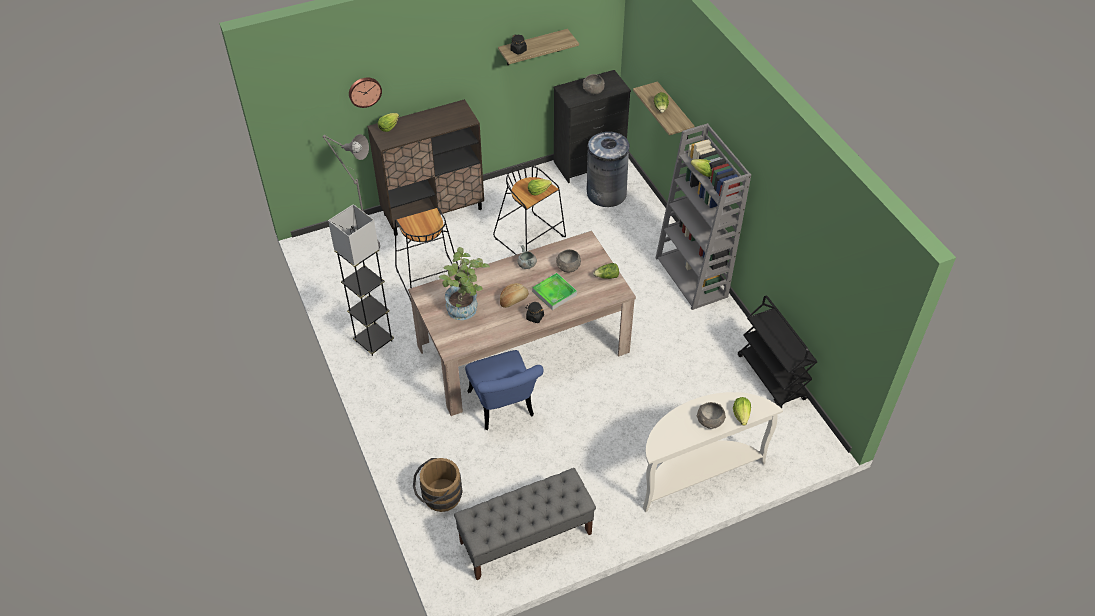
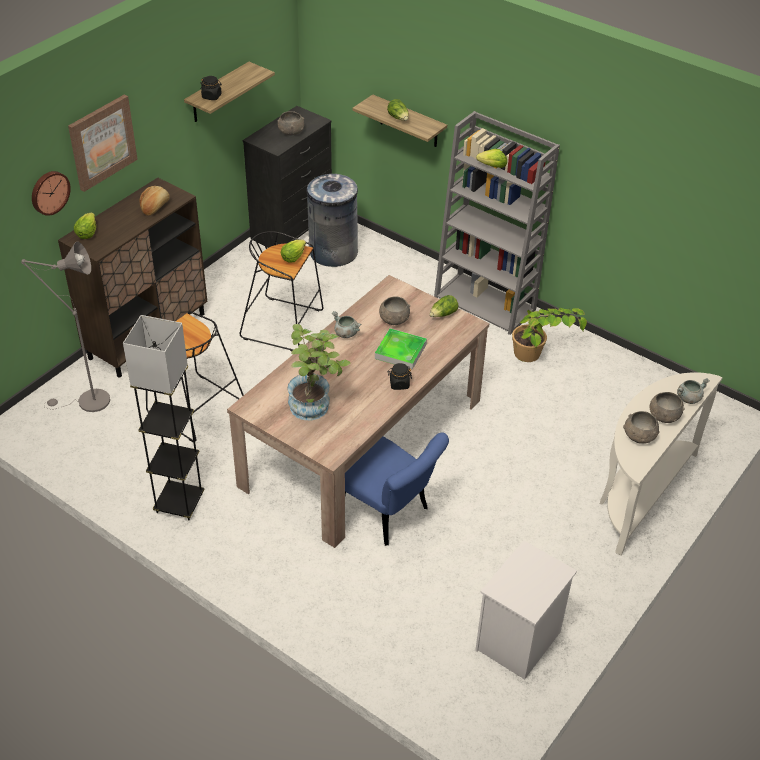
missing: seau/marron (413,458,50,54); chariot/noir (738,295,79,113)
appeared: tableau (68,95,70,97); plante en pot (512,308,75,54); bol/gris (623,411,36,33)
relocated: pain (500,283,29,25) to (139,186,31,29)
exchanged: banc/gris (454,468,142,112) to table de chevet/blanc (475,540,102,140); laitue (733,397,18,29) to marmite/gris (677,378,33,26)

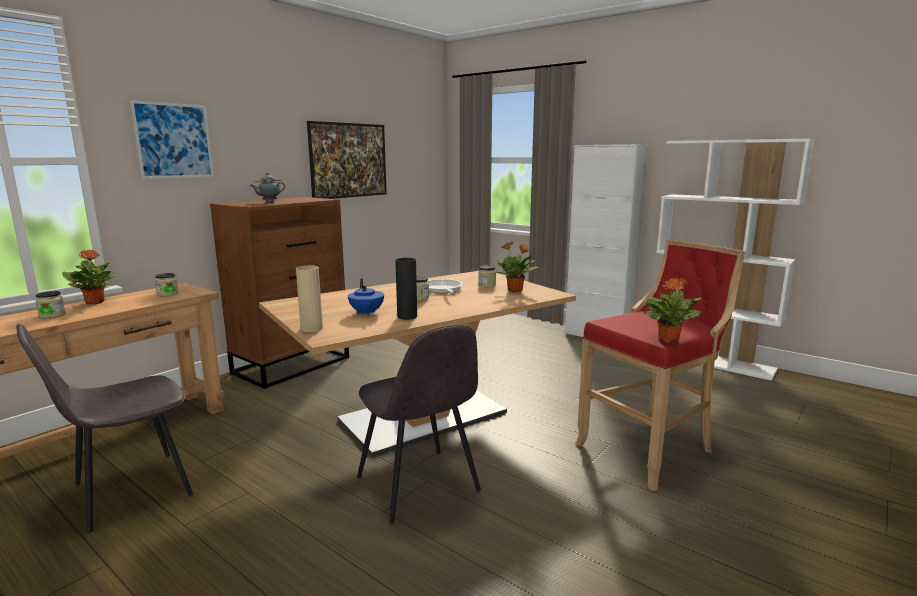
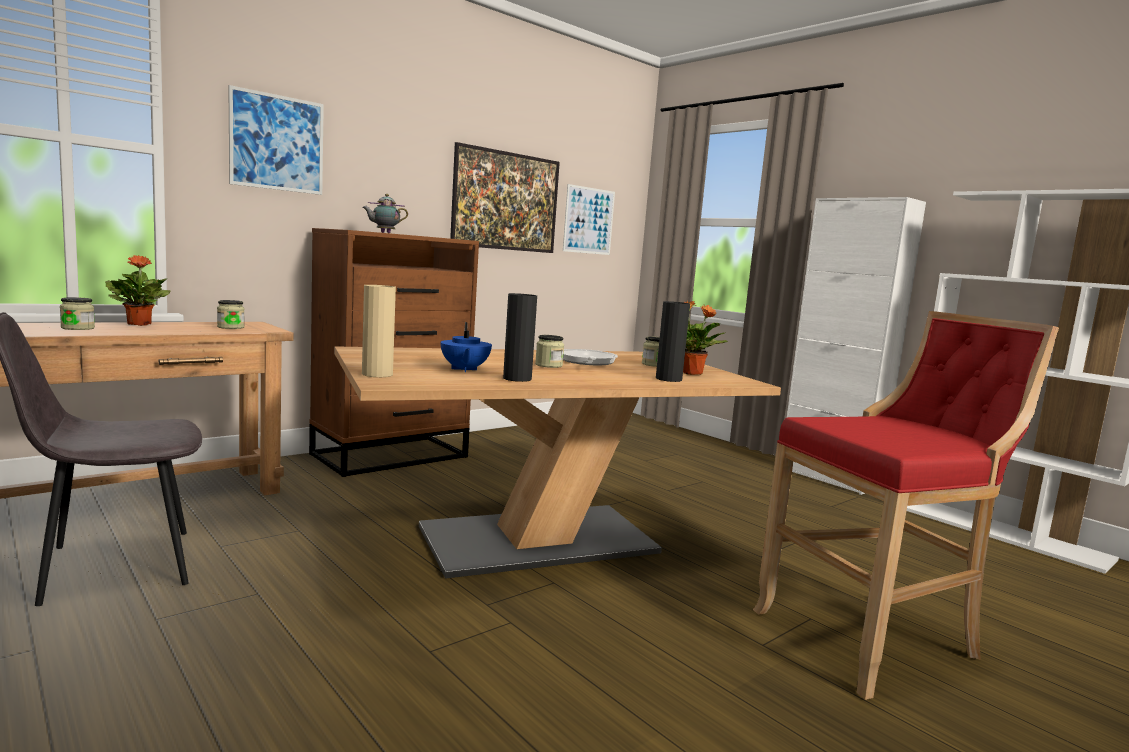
missing: chaise/gris (357,325,124,198); plante en pot (646,277,56,66)
appeared: tableau (563,184,52,71); vase/noir (656,301,34,81)

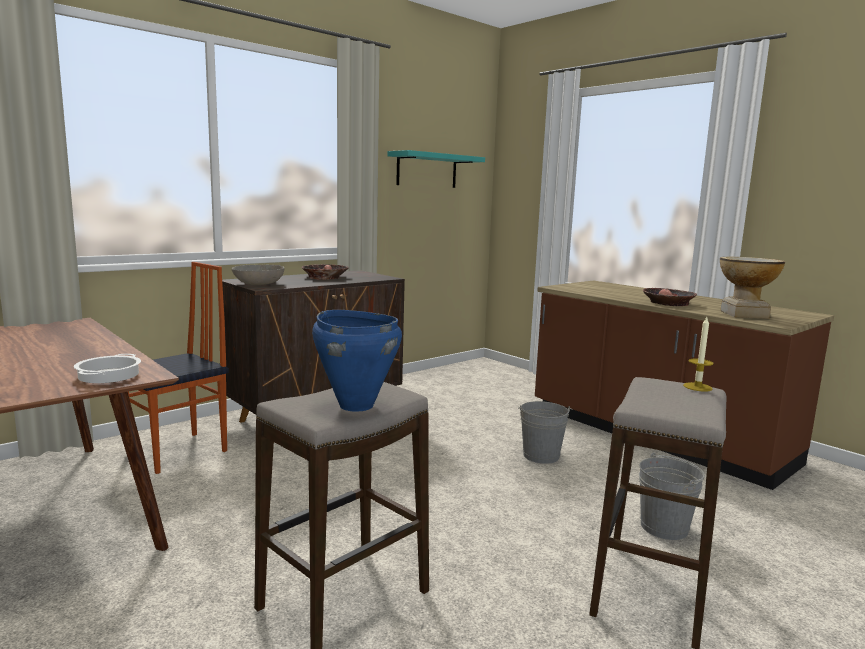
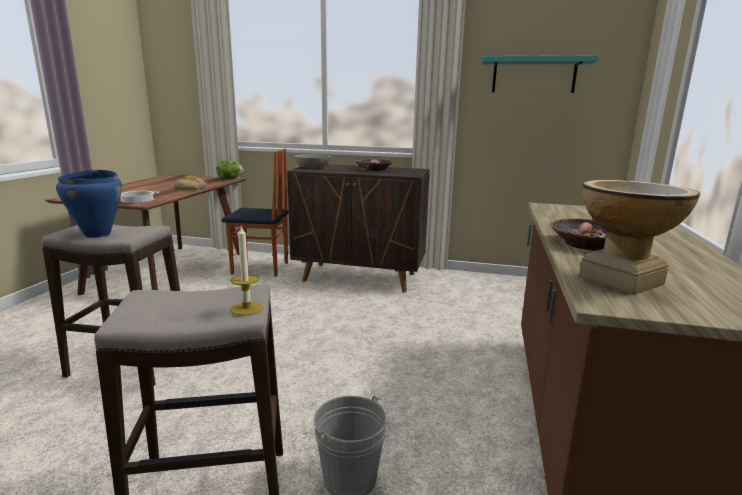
missing: seau/gris (518,401,55,63)
appeared: pain (174,176,34,14); laitue (216,160,27,20)

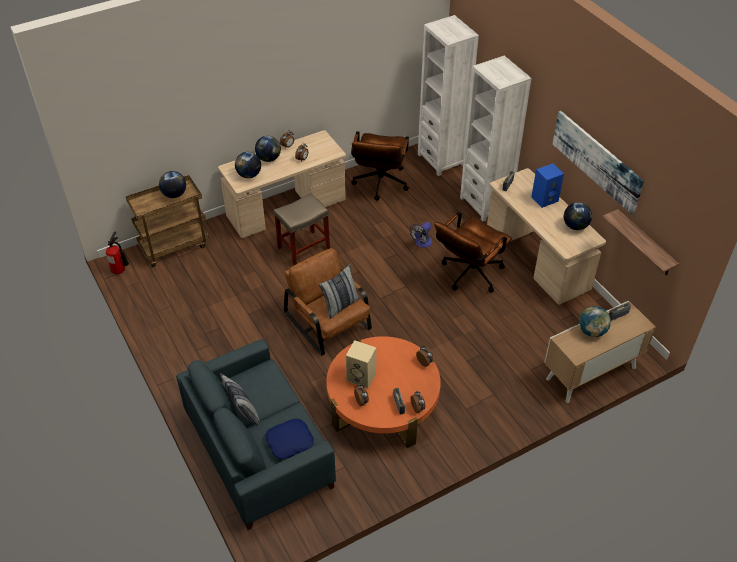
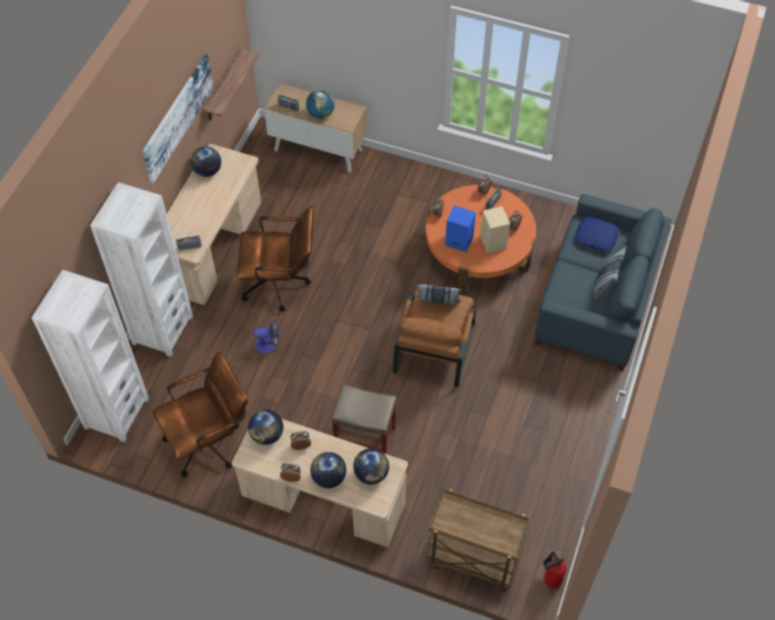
relocated: globe (159,171,27,27) to (248,409,35,36); enceinte/bleu (531,163,33,45) to (445,205,31,47)

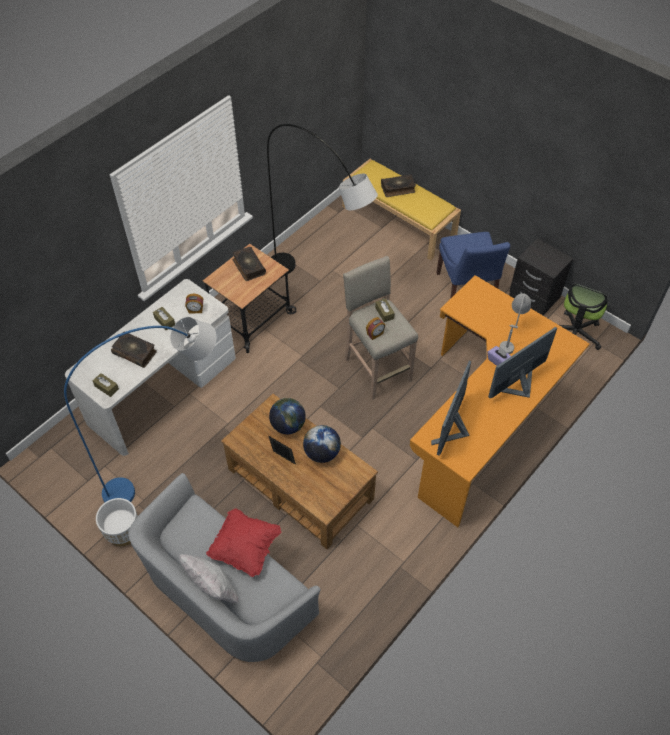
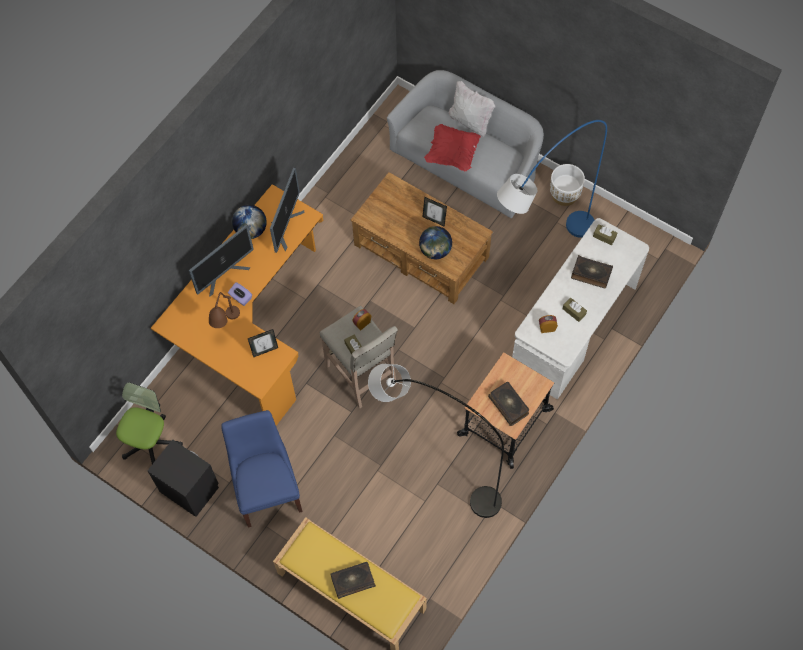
appeared: cadre photo (248,329,30,29)
relocated: globe (303,425,38,38) to (232,205,35,34)
colour: lampe de table/gris (500,293,31,61) to lampe de table/marron (209,292,31,36)

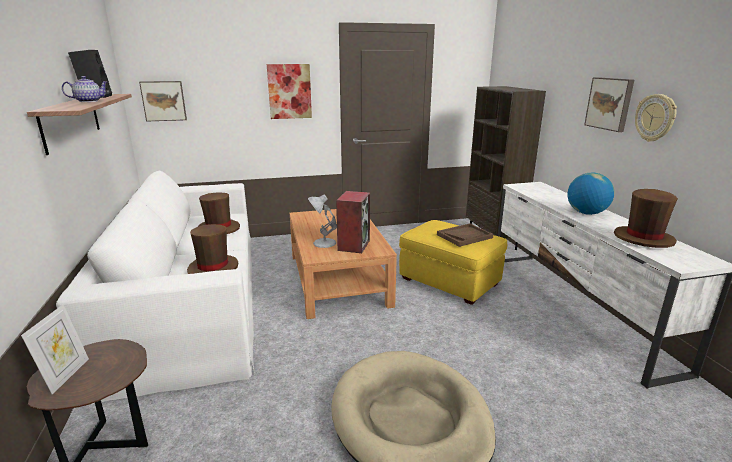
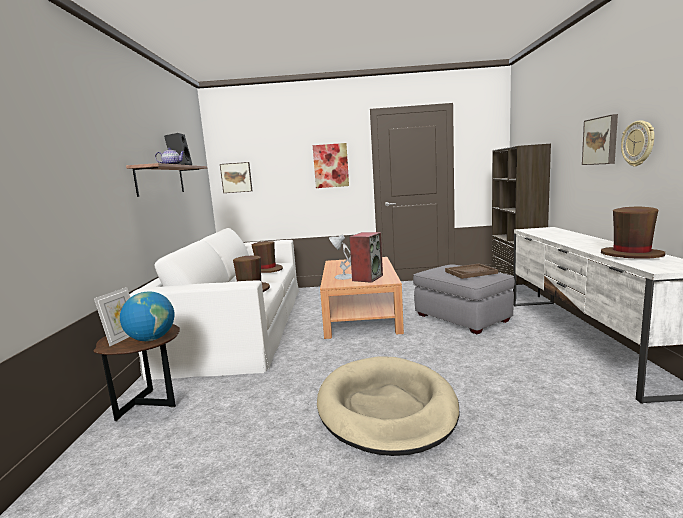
relocated: globe (567,173,47,42) to (120,291,54,50)
colour: pouf/jaune (399,220,108,85) to pouf/gris (413,265,102,69)

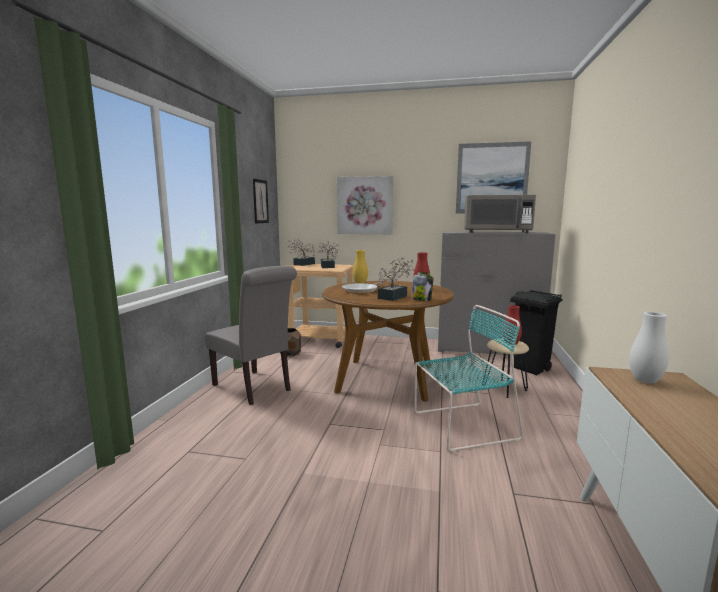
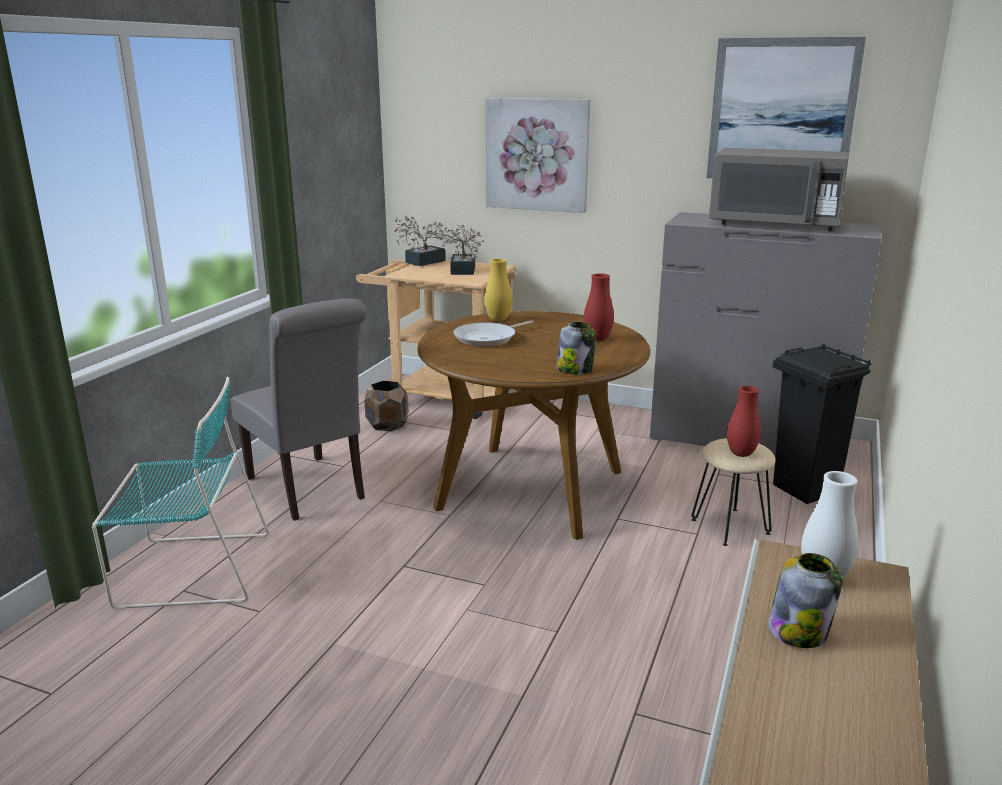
missing: tableau (253,179,16,45); plante en pot (377,257,37,44)
appeared: bocal (768,553,75,95)
relocated: chaise/turquoise (414,305,109,147) to (92,377,177,233)

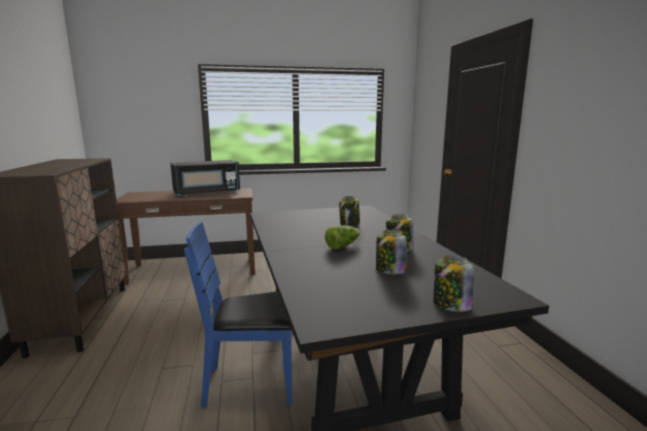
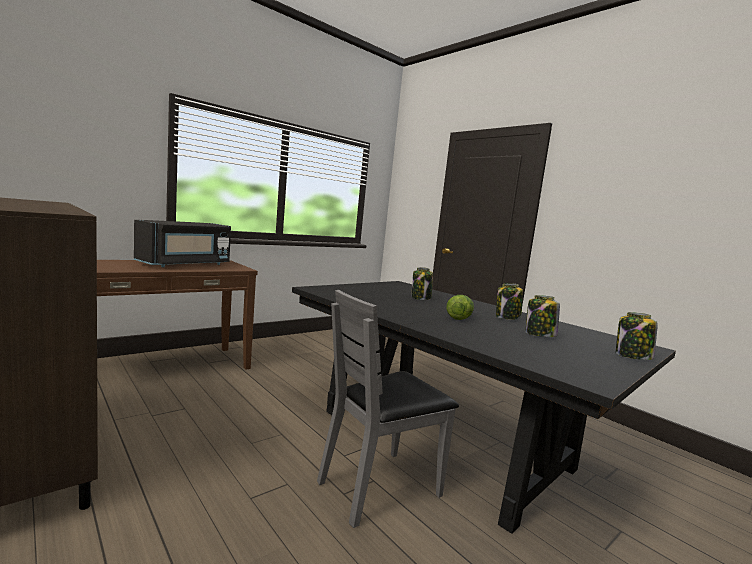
colour: chaise/bleu (184,222,108,185) to chaise/gris (317,290,142,238)

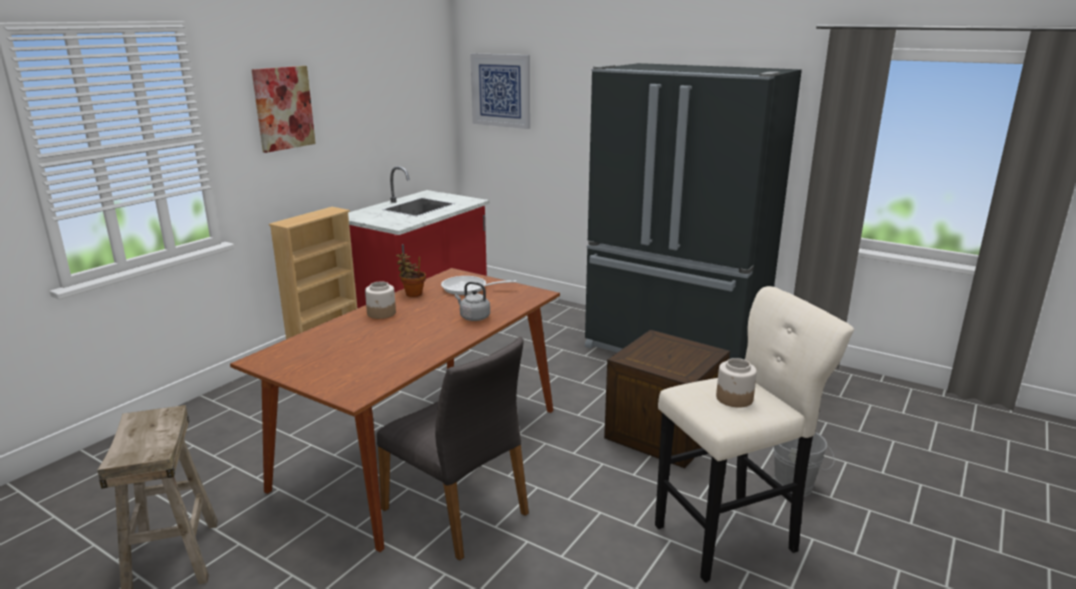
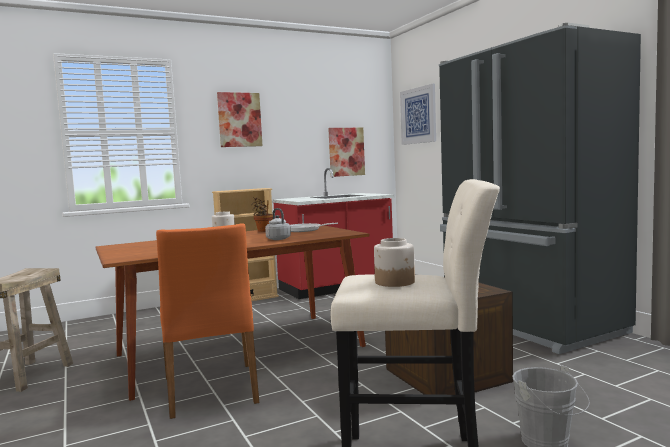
appeared: tableau (328,128,37,49)
colour: chaise/gris (377,337,152,224) to chaise/orange (156,223,103,196)

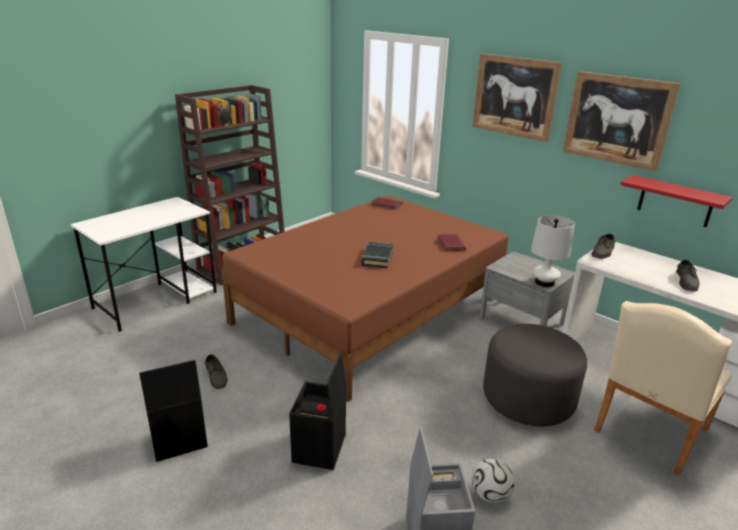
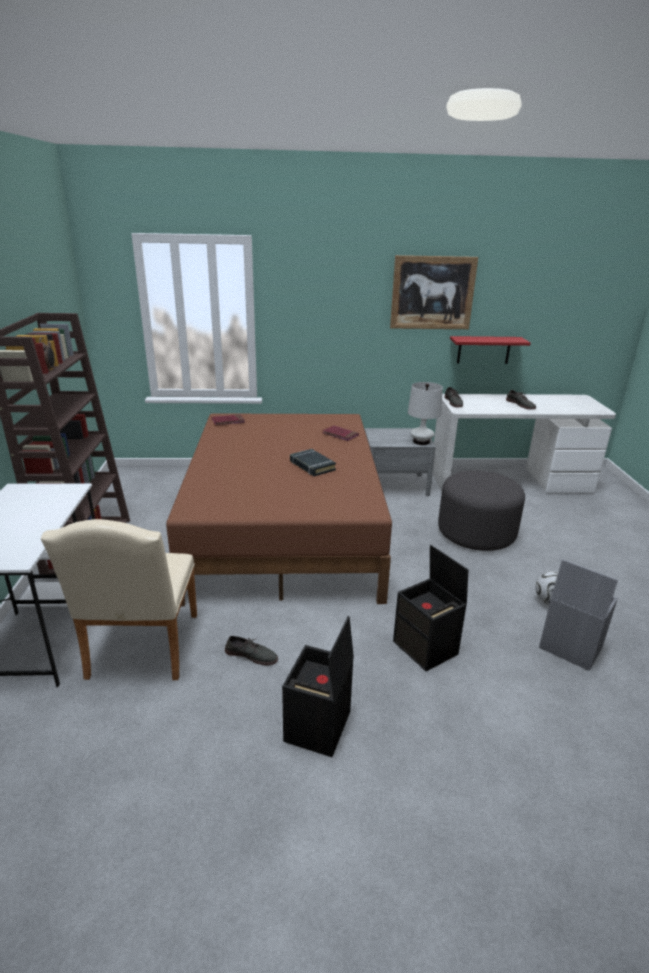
missing: tableau (472,53,90,89)
relocated: chaise/beige (594,301,138,175) to (41,519,156,161)

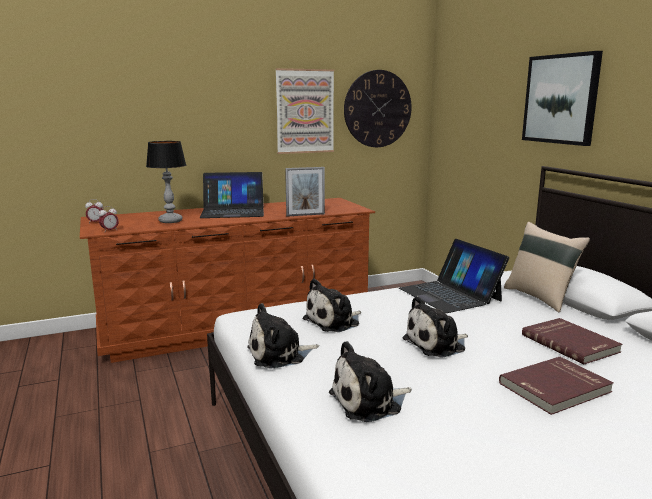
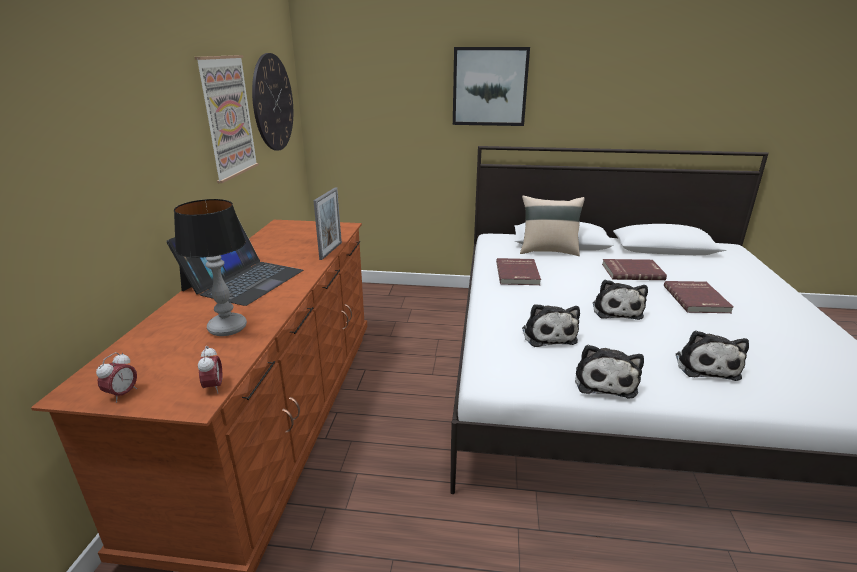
exchanged: ordinateur portable (399,239,110,74) to livre/rouge (496,258,45,27)

